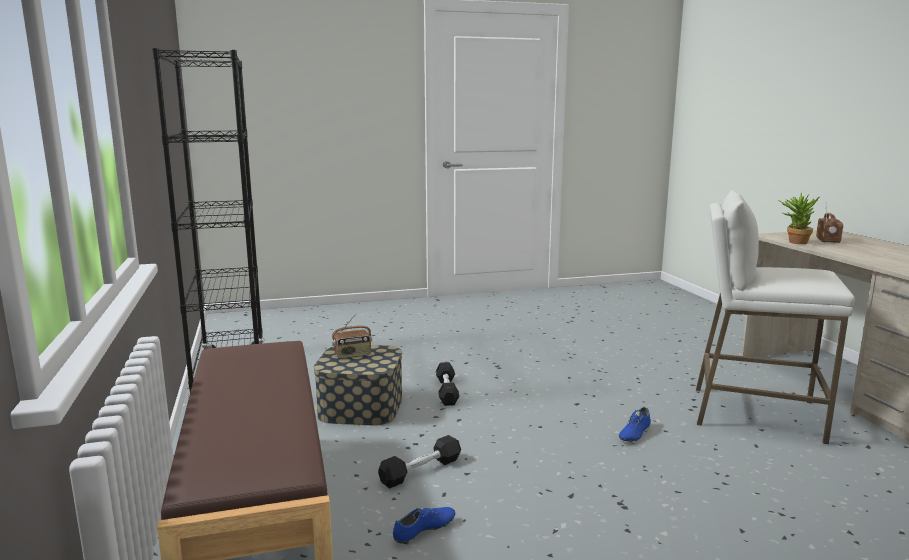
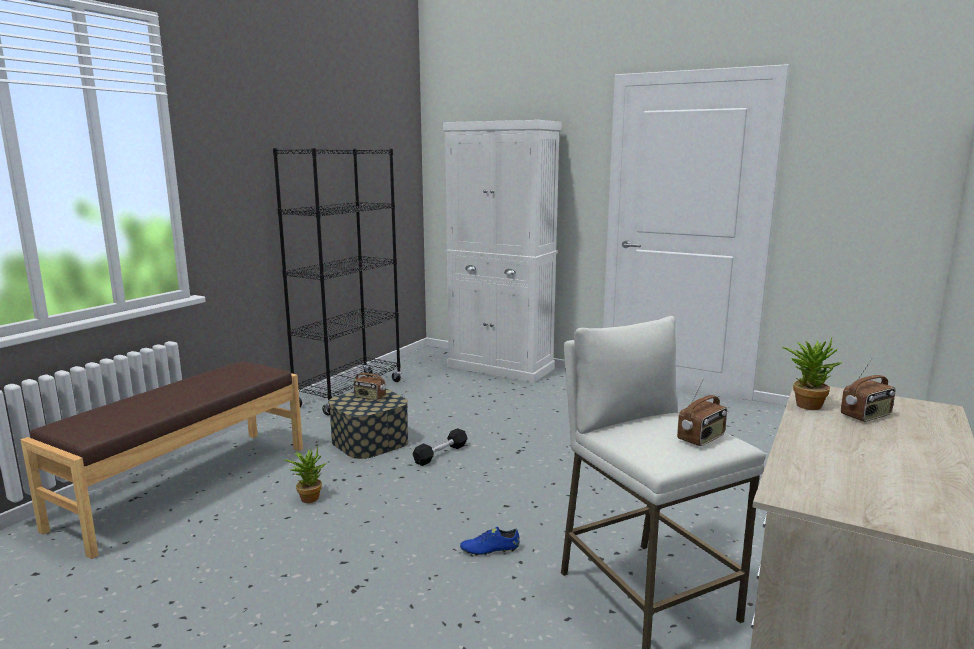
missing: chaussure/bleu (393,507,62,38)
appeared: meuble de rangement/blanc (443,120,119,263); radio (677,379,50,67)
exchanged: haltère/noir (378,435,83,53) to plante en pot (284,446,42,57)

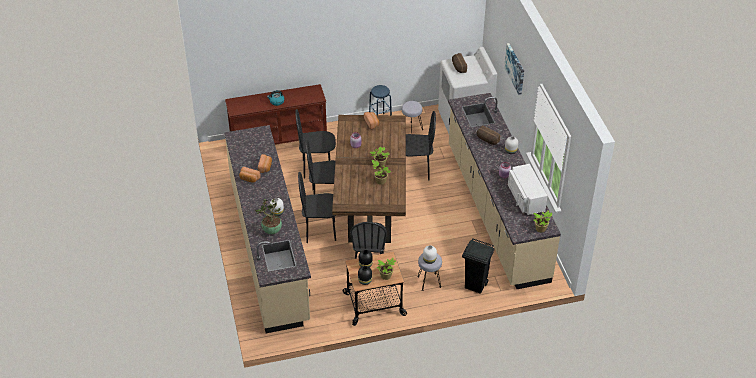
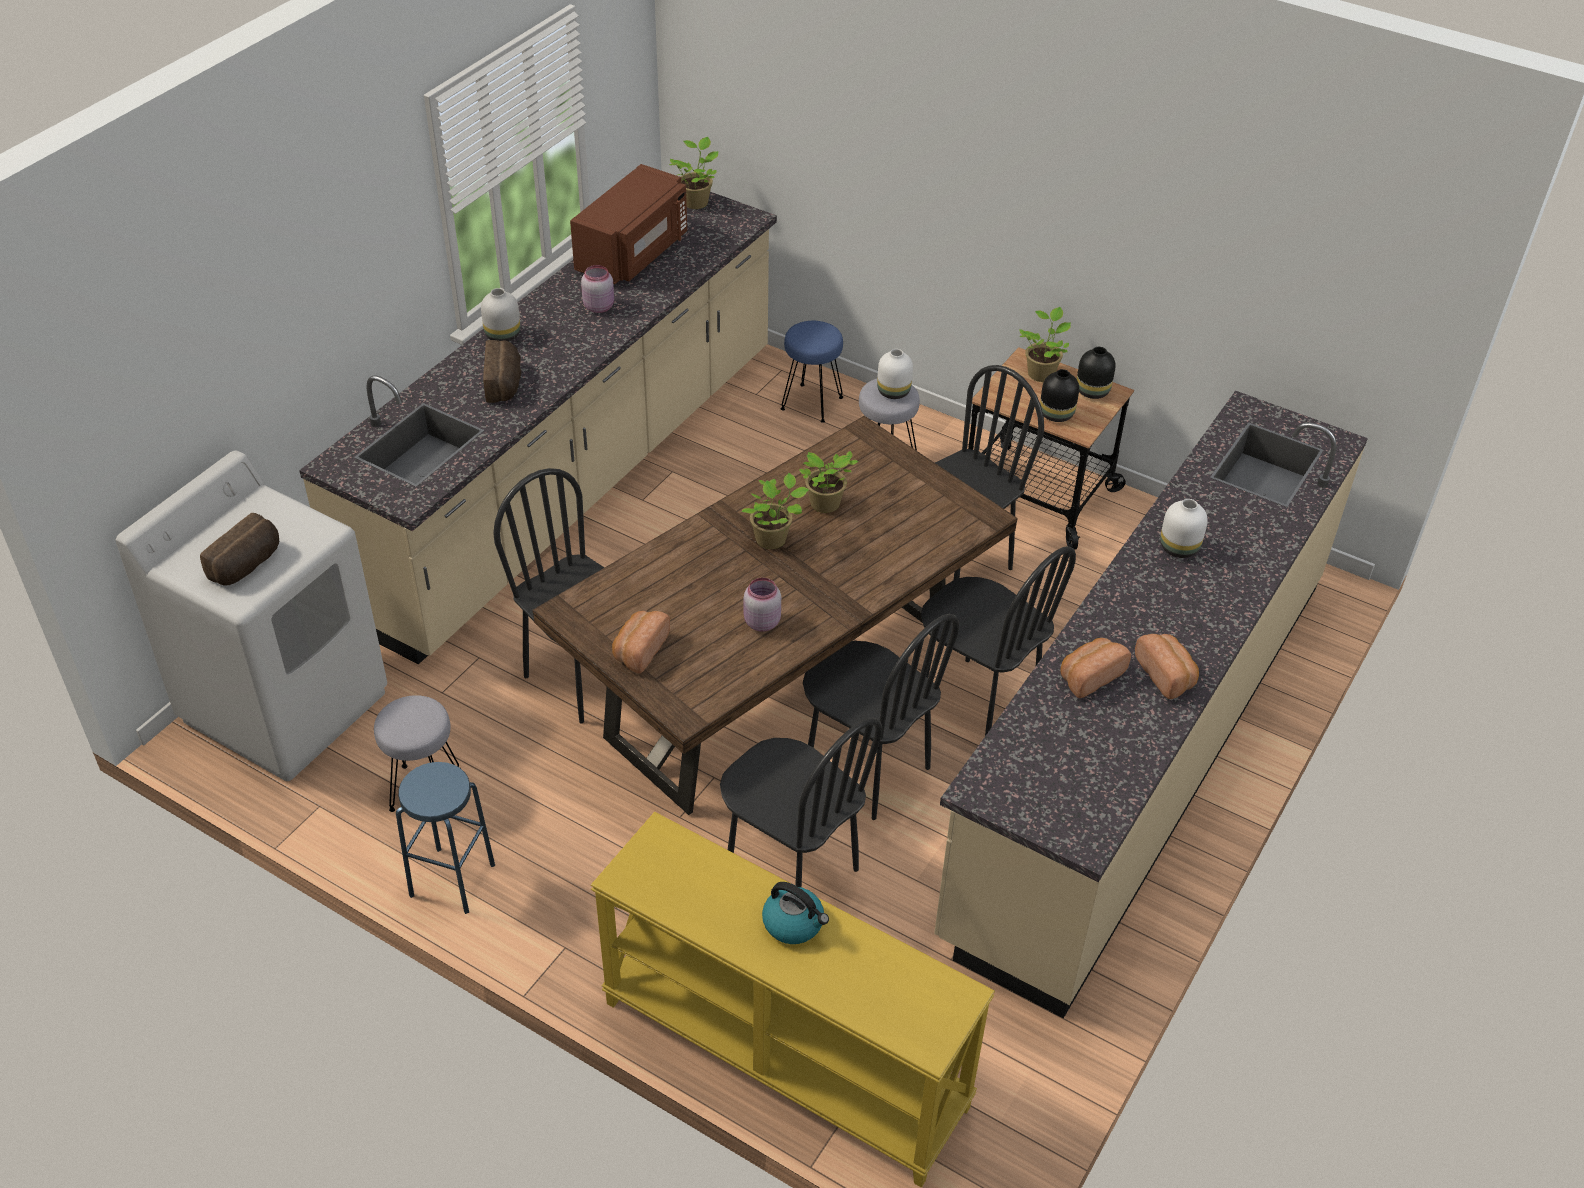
missing: plante en pot (255,199,27,35); tableau (504,43,20,52)
exchanged: poubelle/noir (462,238,33,56) to tabouret/bleu (781,321,62,102)
colour: table console/marron (225,84,102,61) to table console/jaune (591,812,404,376); micro-ondes/blanc (508,164,40,51) to micro-ondes/marron (570,164,117,120)

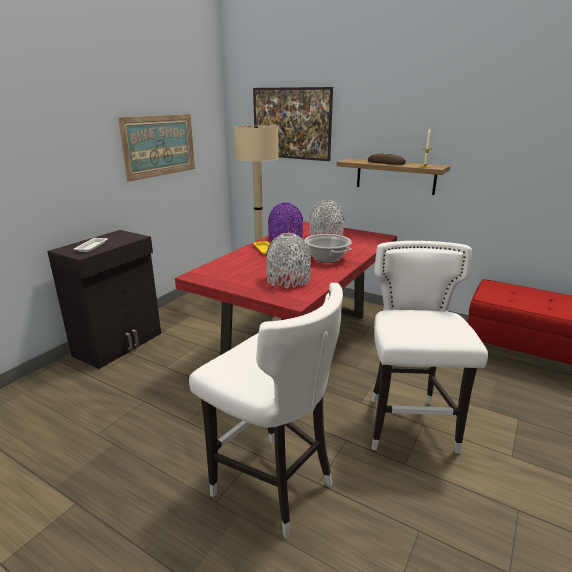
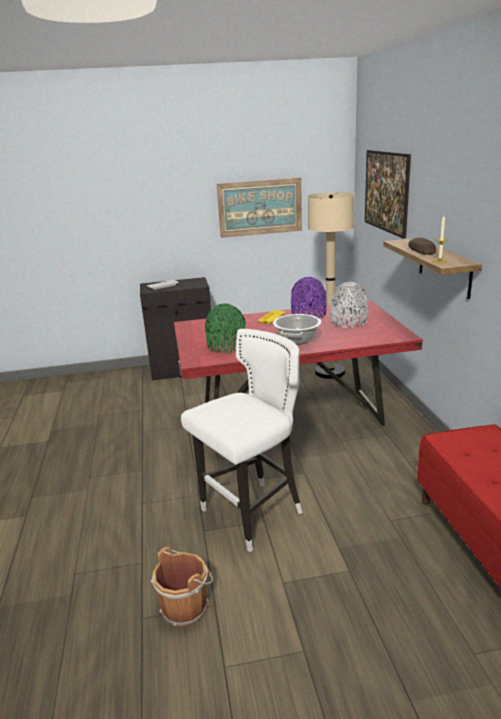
missing: tabouret/blanc (189,283,154,256)
appeared: seau/marron (151,547,62,80)
colour: vase/gris (266,233,45,55) to vase/vert (205,303,41,51)

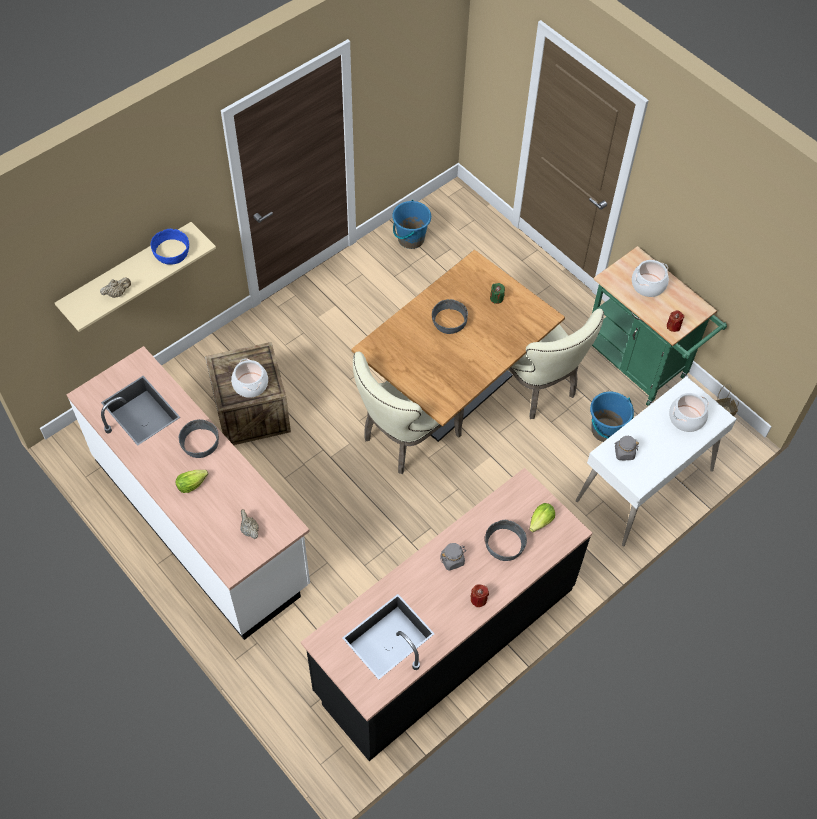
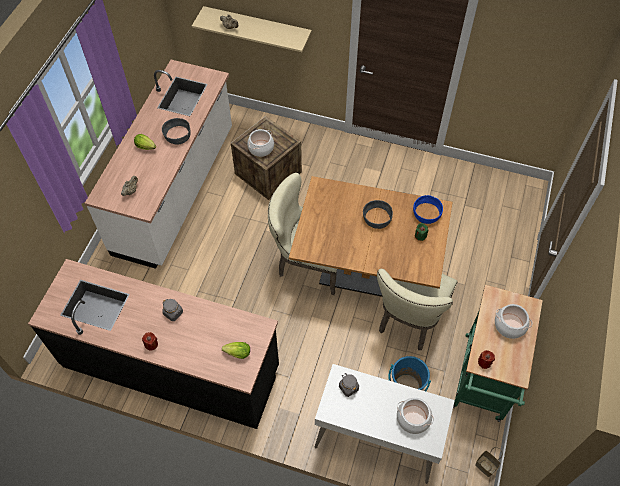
missing: seau/bleu (392,200,39,49); bol/gris (485,520,42,41)
relocated: bol/bleu (151,229,38,36) to (413,195,30,29)

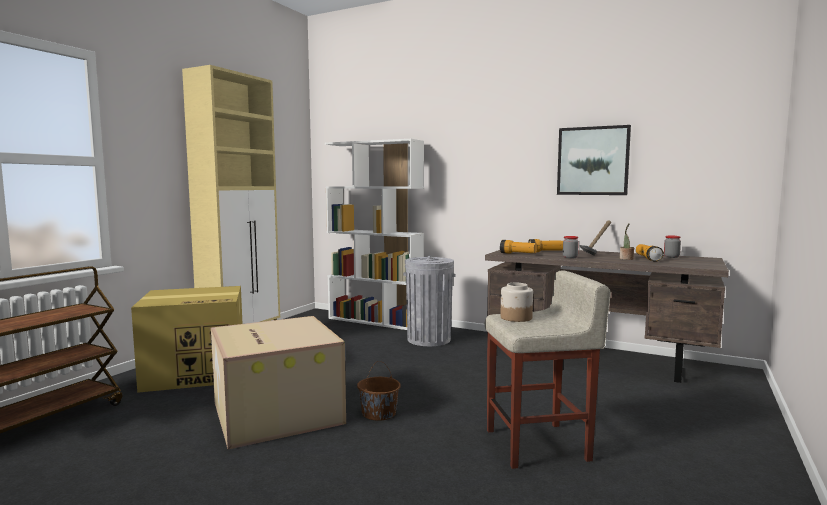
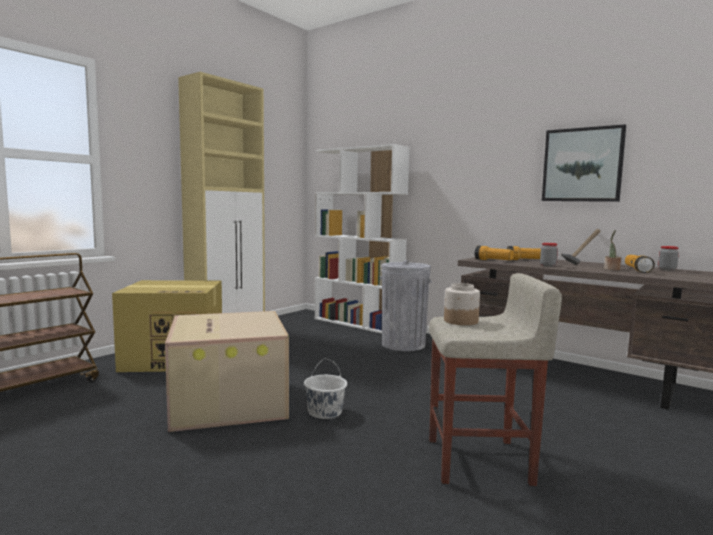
colour: seau/marron (357,361,44,60) to seau/blanc (304,359,43,60)

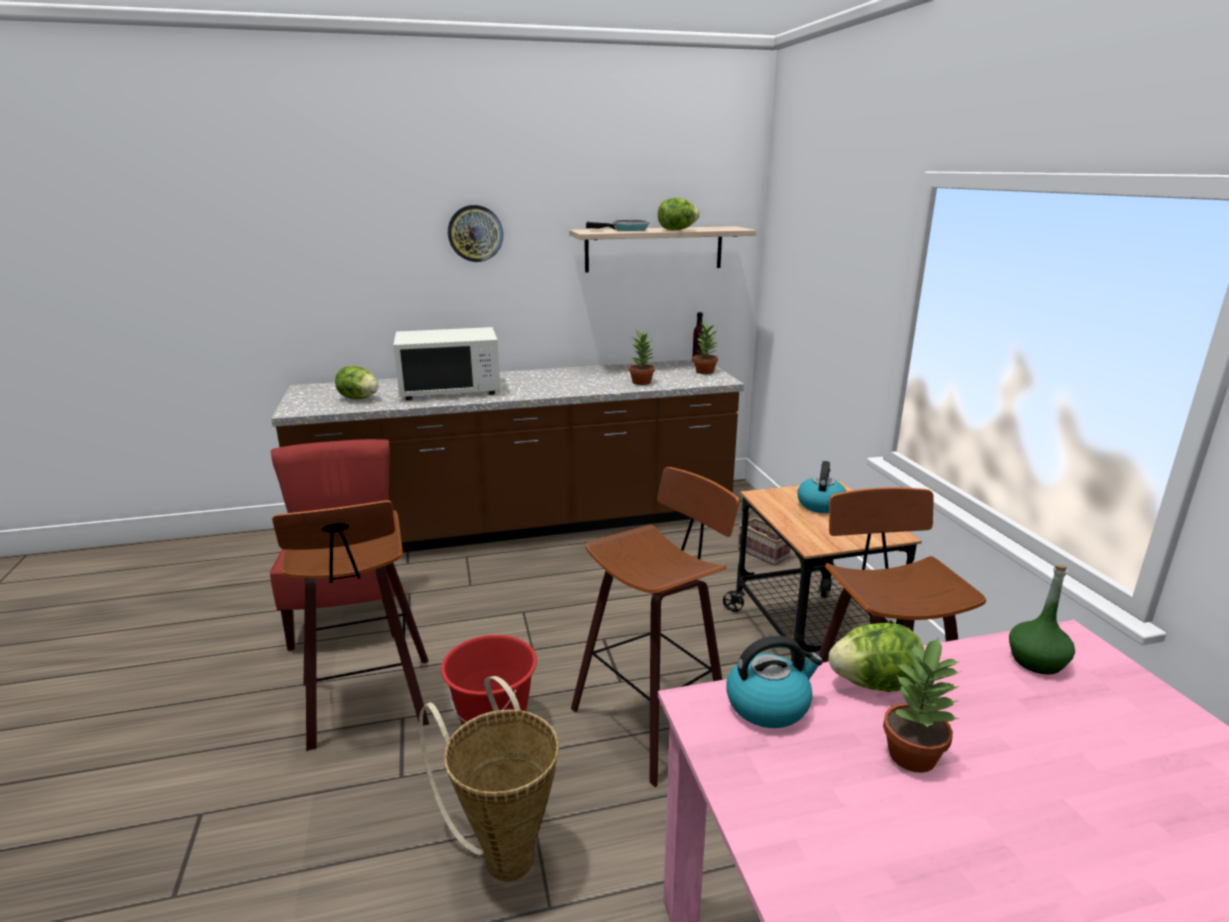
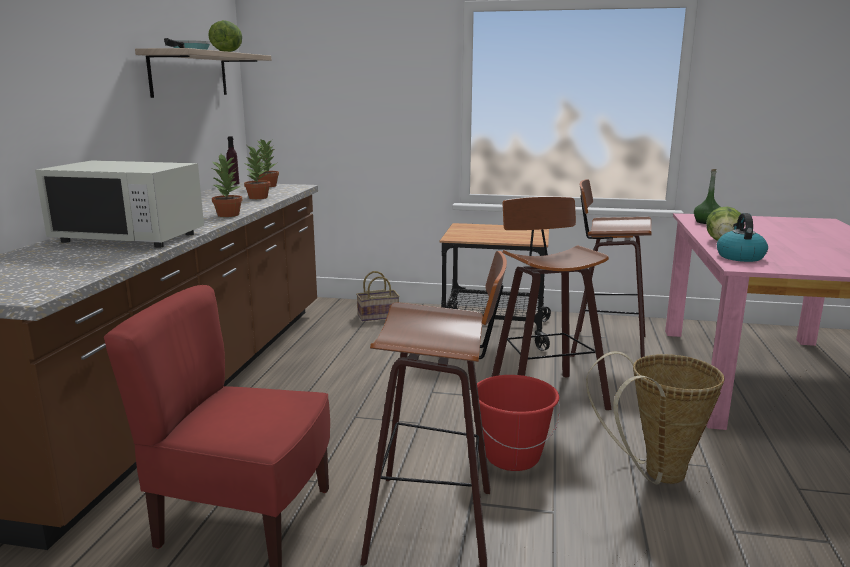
missing: laitue (335,366,43,33); horloge murale (448,205,55,57); bouilloire (797,461,49,52)
relocated: plante en pot (883,638,78,135) to (212,154,31,63)
spun: micro-ondes/blanc (393,327,107,73) = (35,160,169,88) 90 degrees clockwise

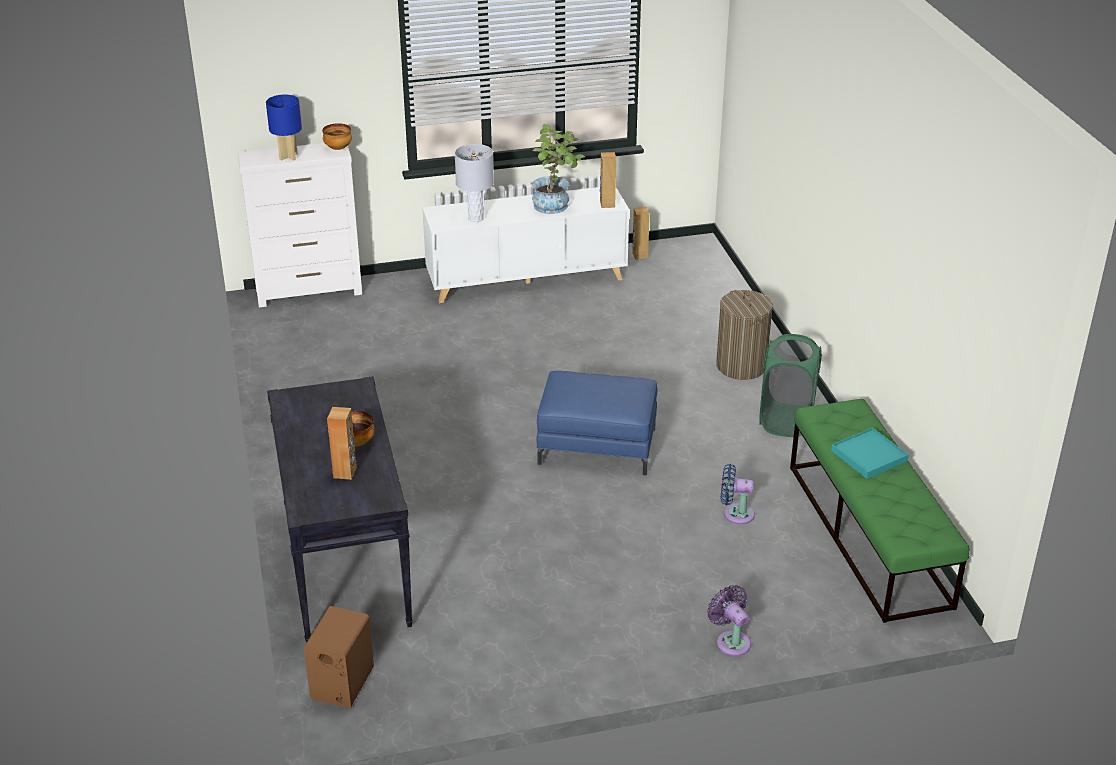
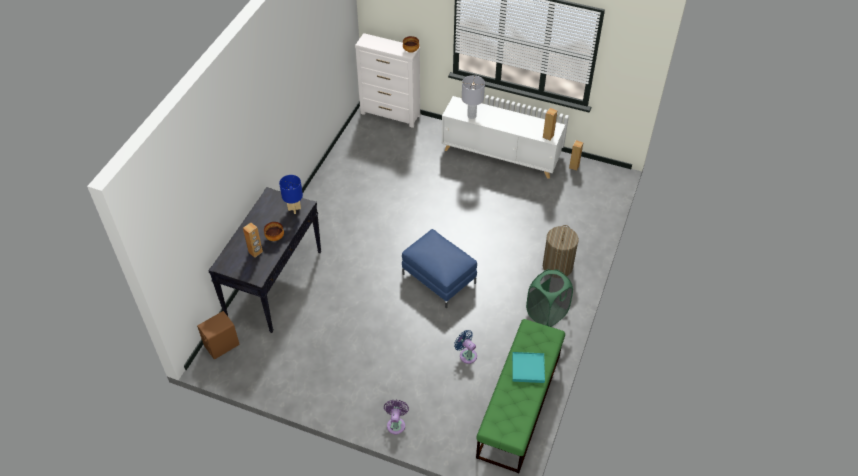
missing: plante en pot (532,124,53,90)
relocated: lampe de table/bleu (266,95,36,66) to (279,175,24,39)

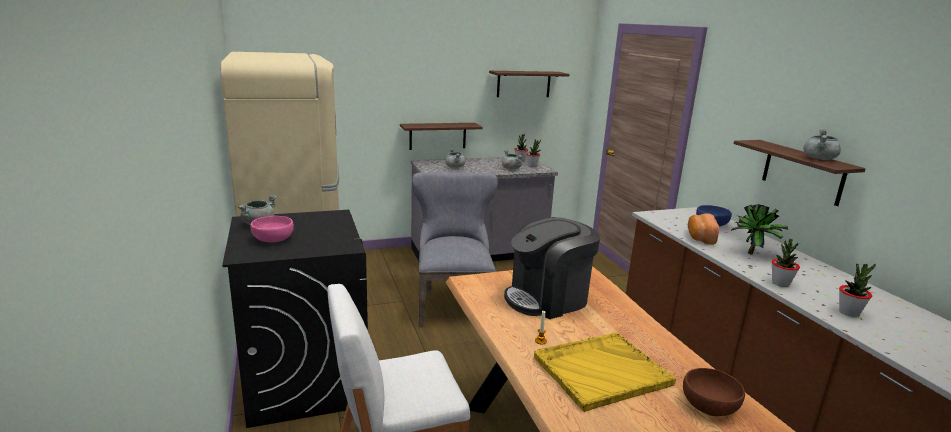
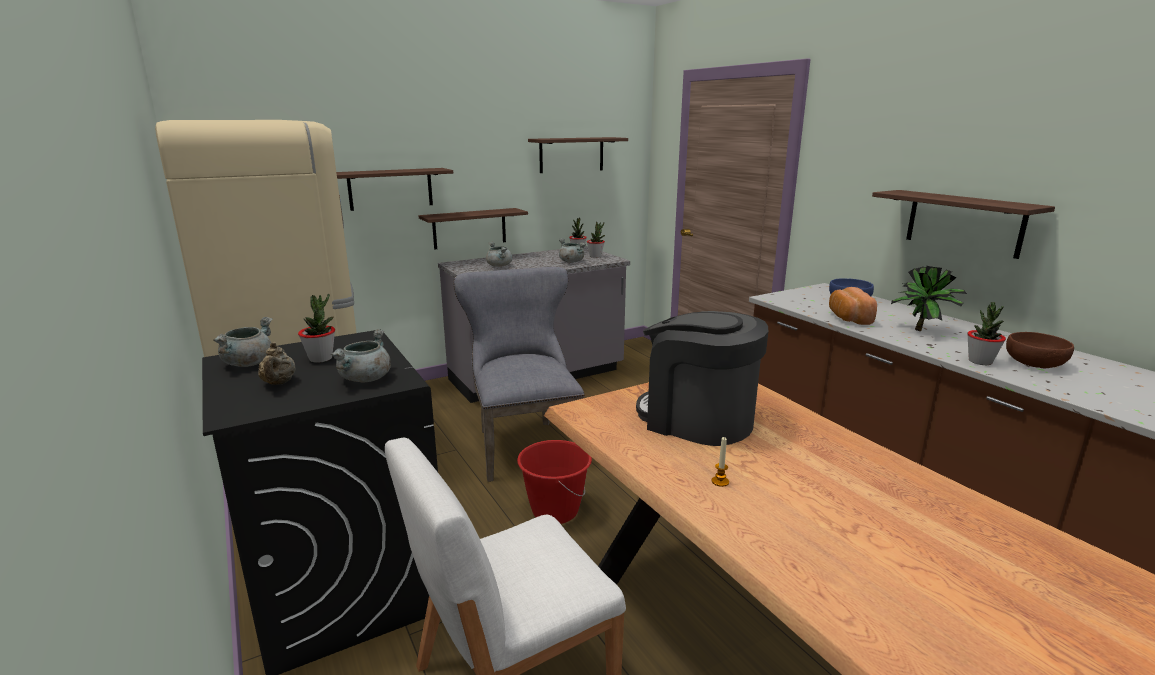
missing: plateau/jaune (534,332,142,80)
appeared: étagère (336,168,117,43); seau/rouge (517,440,75,84)
relocated: bol/marron (683,368,62,48) to (1006,332,68,36); marmite/gris (803,129,38,31) to (330,329,61,53); plante en pot (839,264,37,53) to (298,294,37,69)
exchanged: bol/rose (250,216,44,26) to théière/beige (258,342,38,43)
spun: machine à café (504,217,96,102) = (636,311,132,135) 75 degrees clockwise

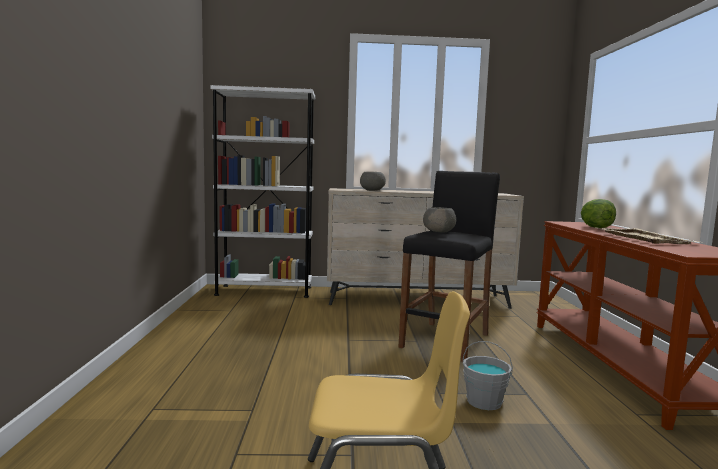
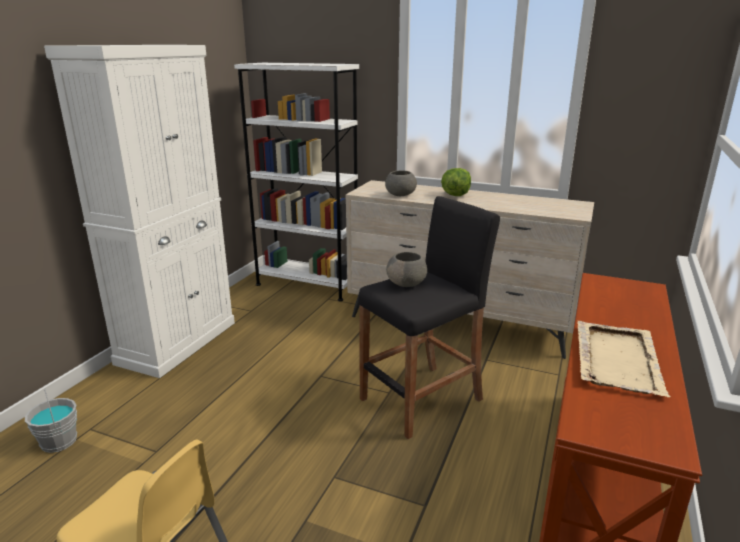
appeared: meuble de rangement/blanc (44,45,191,333)
relocated: seau/gris (463,341,50,69) to (25,388,52,65); laitue (581,199,35,29) to (441,168,30,28)

